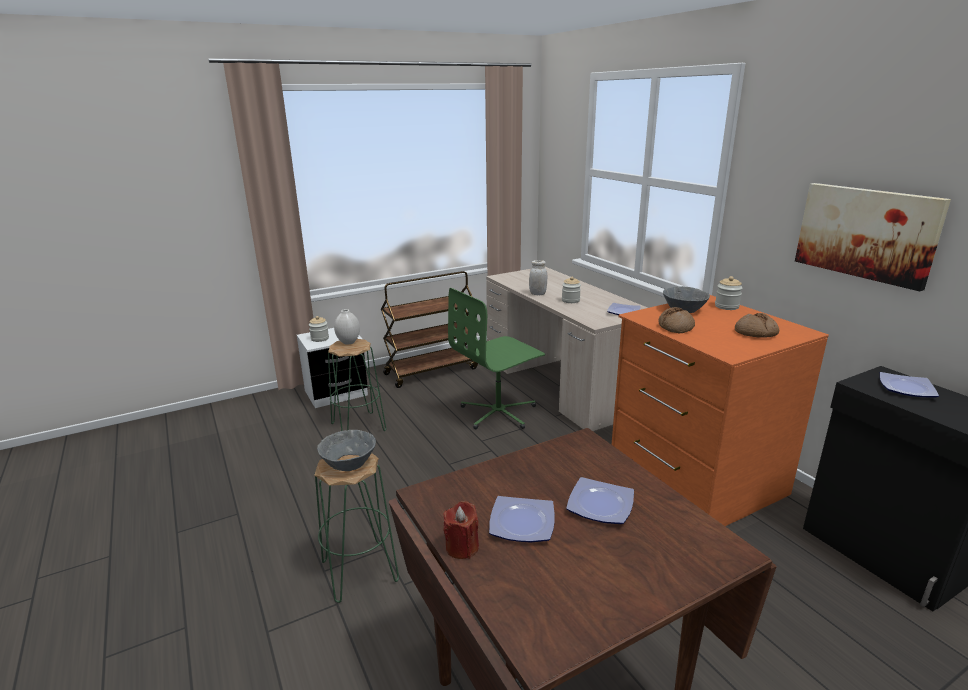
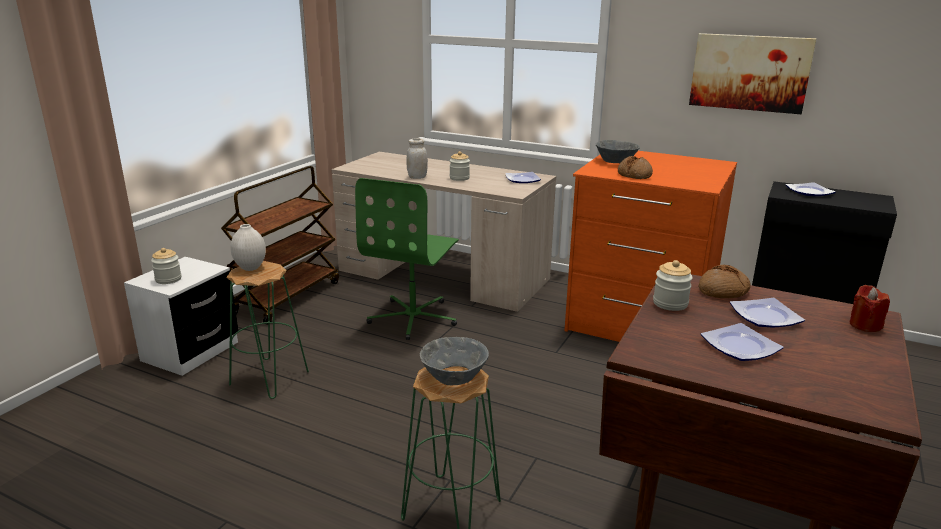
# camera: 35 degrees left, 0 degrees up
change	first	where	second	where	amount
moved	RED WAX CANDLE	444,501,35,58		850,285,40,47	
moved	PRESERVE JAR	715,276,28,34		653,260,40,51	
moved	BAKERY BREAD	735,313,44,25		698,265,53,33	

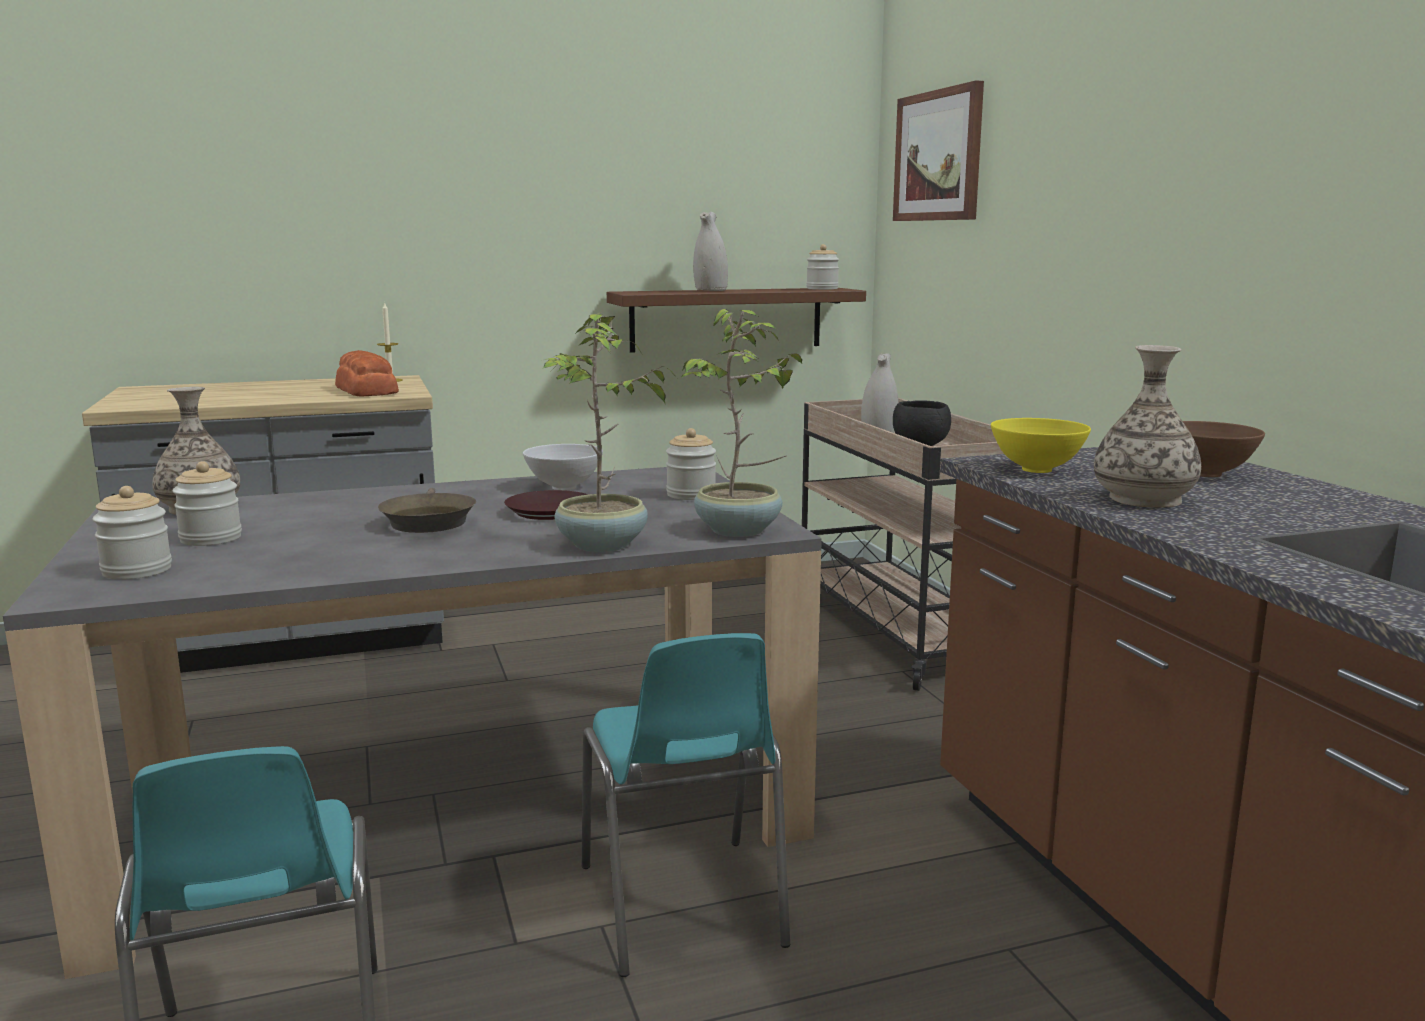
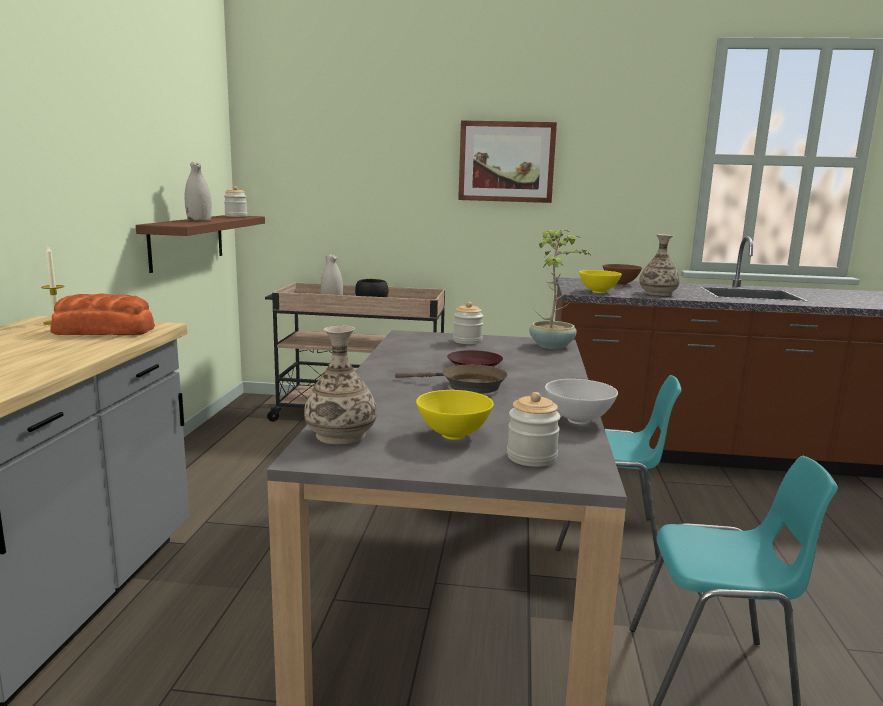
# camera: 65 degrees left, 0 degrees up
change	first	where	second	where	amount
replaced	PRESERVE JAR	172,461,70,85	YELLOW BOWL	416,390,78,50	
moved	WHITE BOWL	523,444,80,46		545,379,73,45	
removed	HOUSEPLANT	541,312,136,240			
moved	WALL PICTURE	893,80,91,141		458,120,99,83	

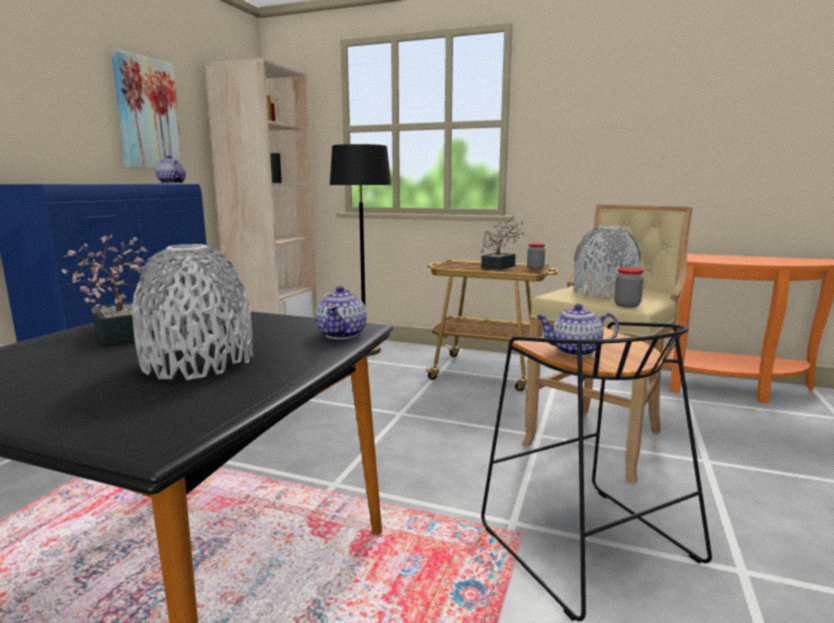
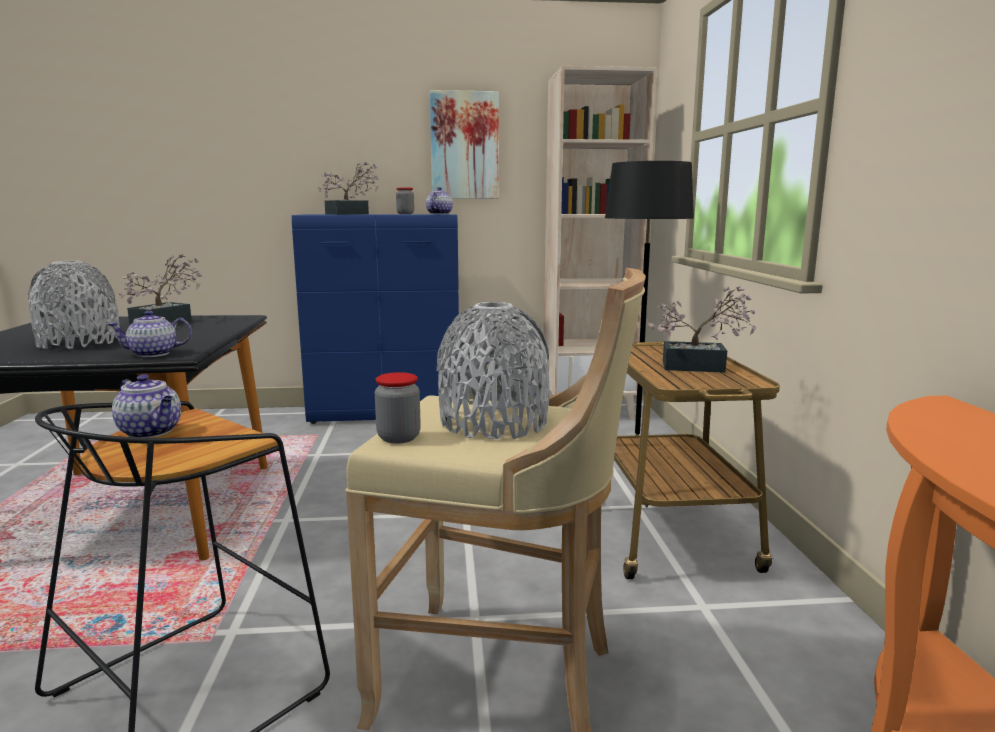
# camera: 65 degrees right, 0 degrees up
change	first	where	second	where	amount
moved	PRESERVE JAR	527,243,18,27		396,187,18,27	
turned	TEA POT	537,304,82,52		112,374,69,64	150 degrees clockwise
added			HOUSEPLANT	318,161,60,54	

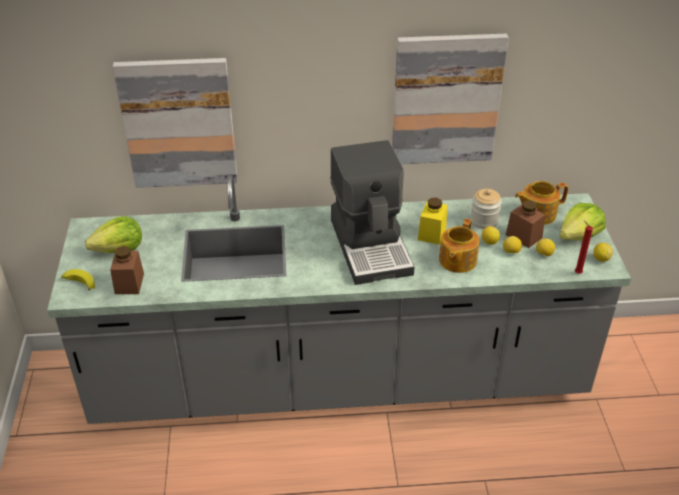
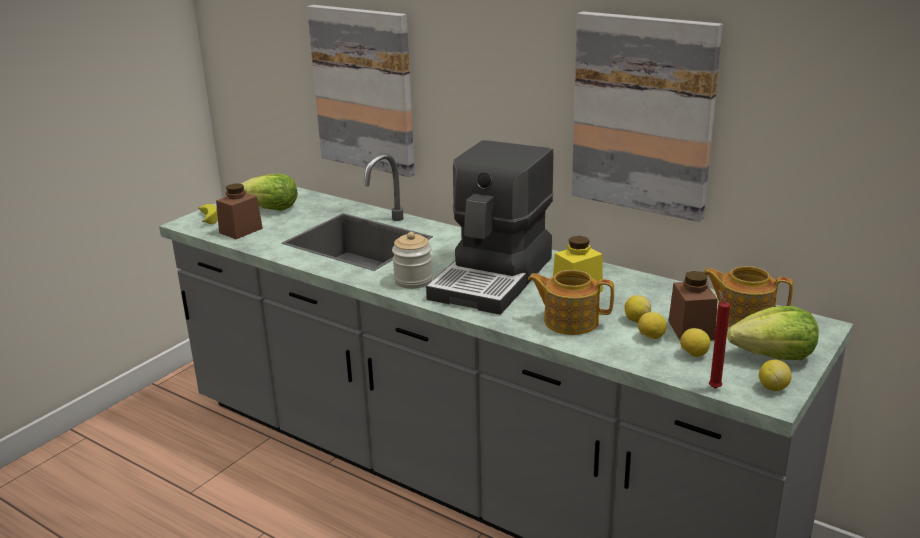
# camera: 40 degrees right, 15 degrees down
change	first	where	second	where	amount
turned	TEA POT	439,218,40,55		527,270,87,65	45 degrees clockwise
moved	PRESERVE JAR	470,189,32,40		392,232,41,57	

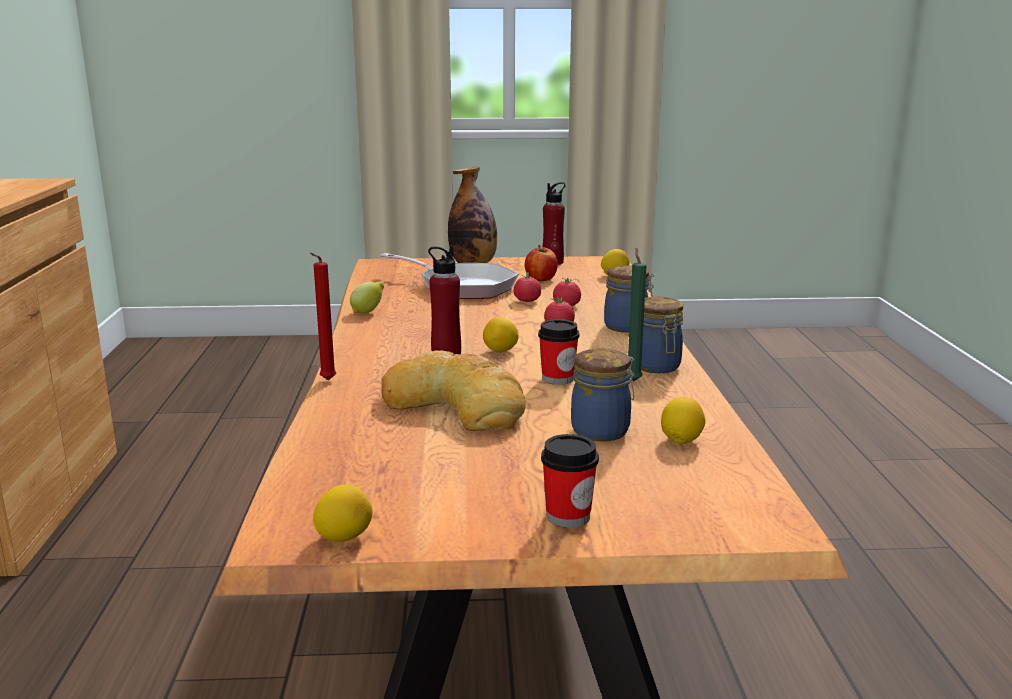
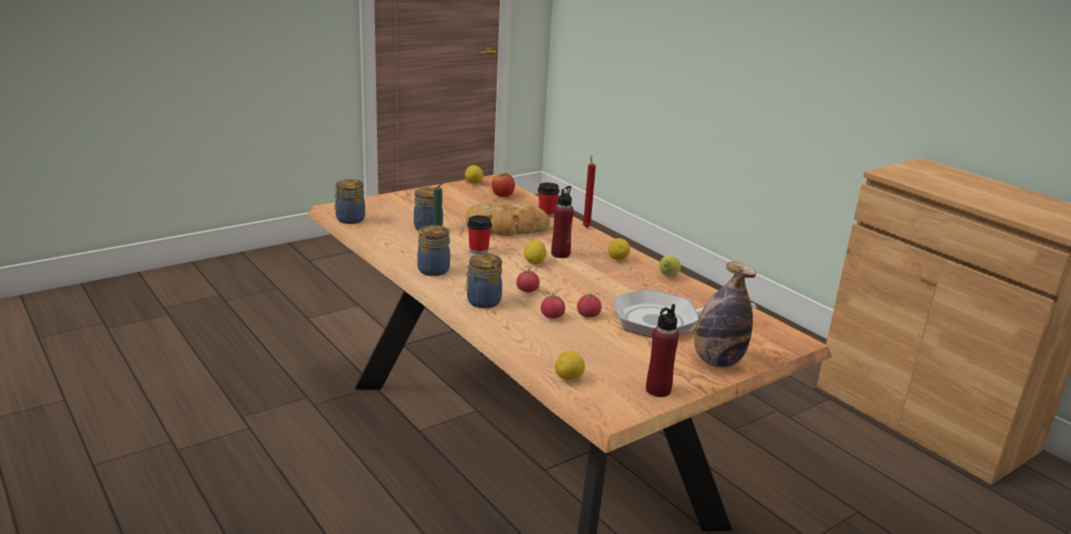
# camera: 145 degrees right, 5 degrees up
change	first	where	second	where	amount
moved	WHOLE APPLE	525,245,33,36		492,173,23,24	
moved	SMALL CUP	541,434,58,94		538,183,22,34	
moved	CITRUS FRUIT	661,397,44,47		608,238,22,22	
added			PRESERVE JAR	335,179,30,45	

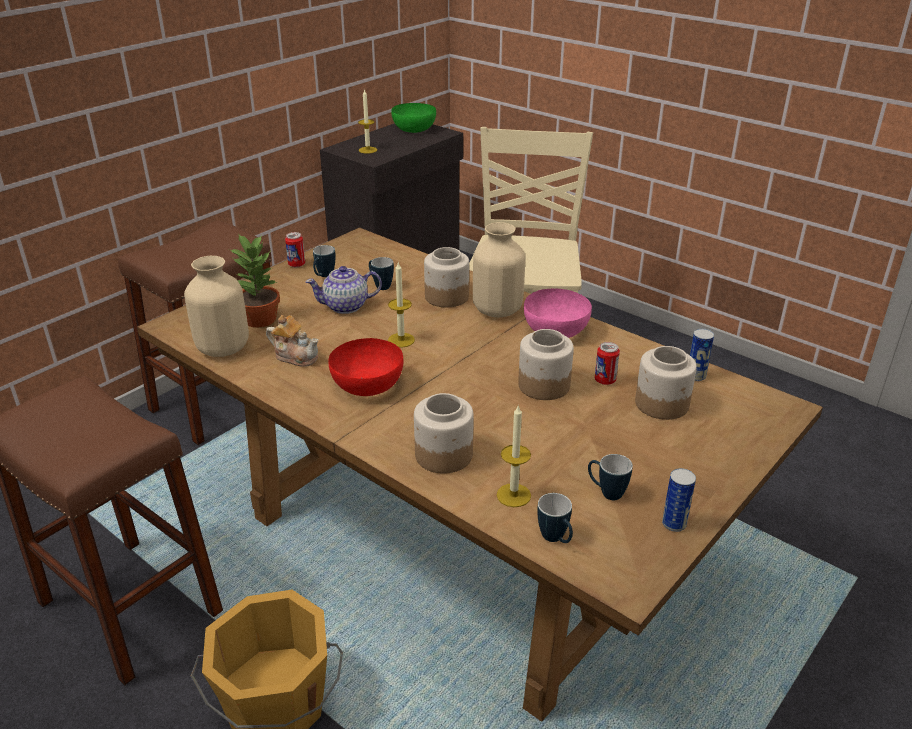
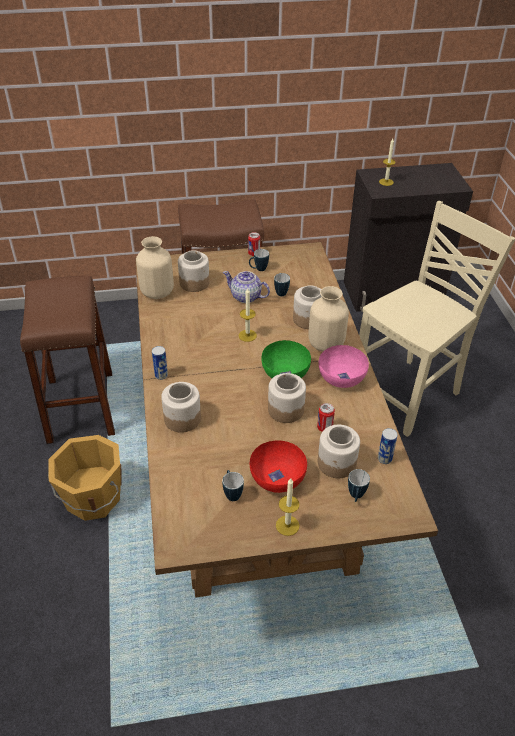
# camera: 40 degrees right, 10 degrees up
change	first	where	second	where	amount
replaced	HOUSEPLANT	229,235,51,93	PRESERVE JAR	178,250,31,42	
removed	TEA POT	266,315,53,52			
moved	RED BOWL	329,338,75,58		250,440,57,53	
moved	GREENISH BOWL	391,103,45,30		262,340,49,38	
moved	WAX CANDLE	497,404,34,103		276,478,24,58	
moved	MUG	537,493,36,50		348,469,22,33	
moved	METAL CAN	662,468,34,64		152,346,16,34	

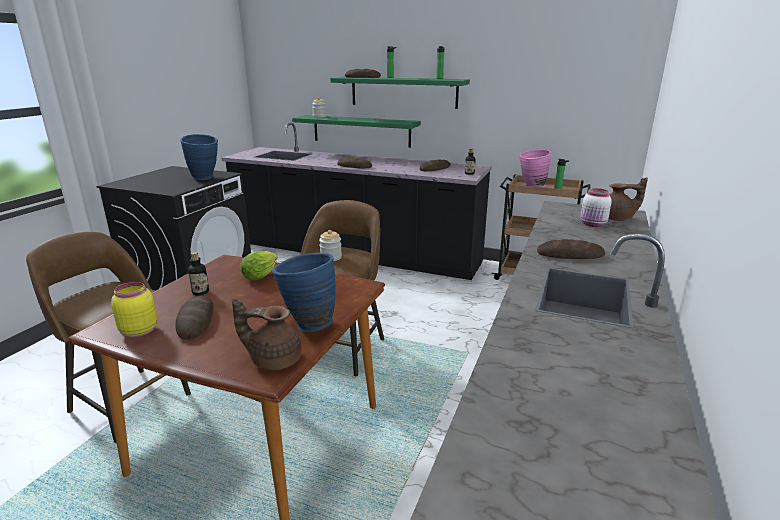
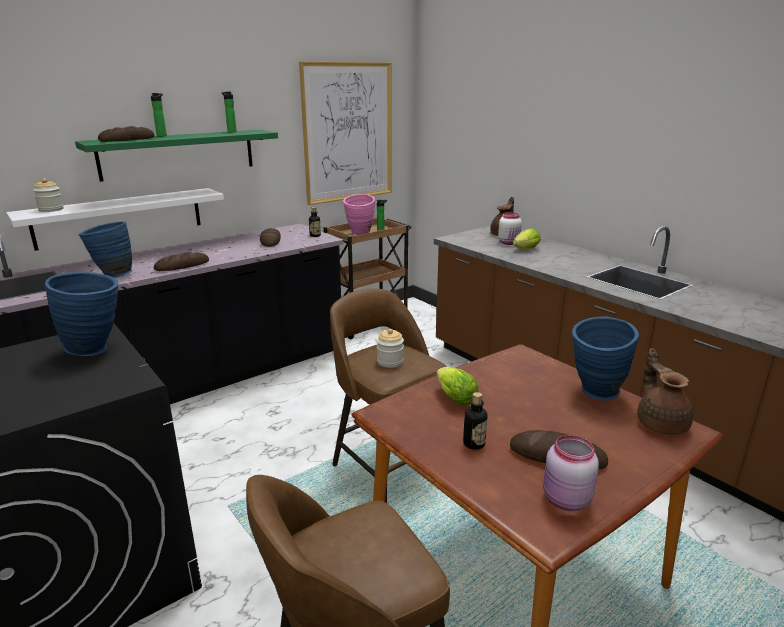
# camera: 60 degrees left, 0 degrees up
change	first	where	second	where	amount
recoloured	YELLOW PRESERVE JAR	111,282,46,56	PINK PRESERVE JAR	543,435,56,76	
turned	BROWN TEA POT	232,298,70,72		637,348,56,87	135 degrees clockwise
recoloured	GREENISH BRACKET SHELF	292,115,129,33	WHITE BRACKET SHELF	6,188,218,63	
removed	BAKERY BREAD	537,239,68,20			
added			BLUE-COLOURED DECORATIVE VASE	79,221,54,57	
added			WALL PICTURE	299,62,93,143	
added			LETTUCE	513,228,28,21	

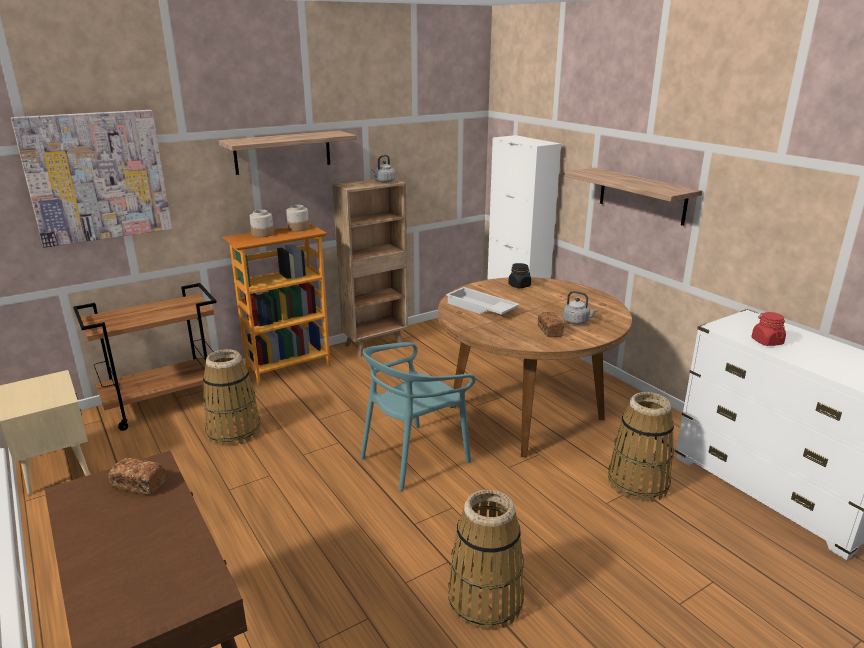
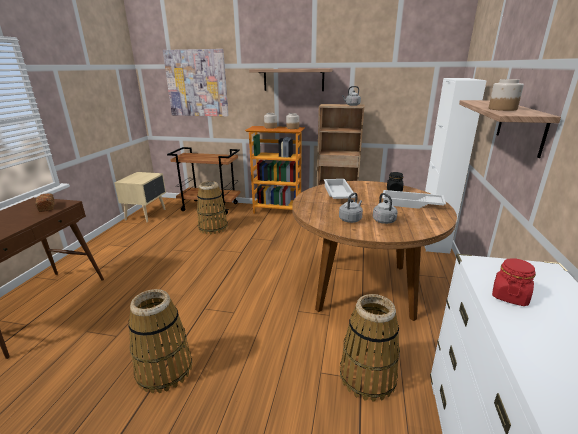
# camera: 45 degrees right, 0 degrees up
change	first	where	second	where	amount
removed	TURQUOISE-COLOURED UPRIGHT CHAIR	360,342,116,149			
replaced	BAKERY BREAD	538,312,26,25	GREY KETTLE	339,192,24,31	
added			WHITE SERVING TRAY	382,190,64,19	
added			PRESERVE JAR	489,79,35,32	

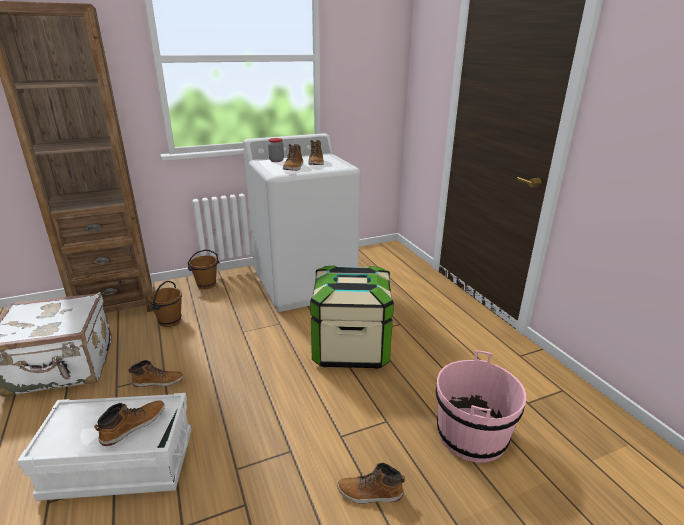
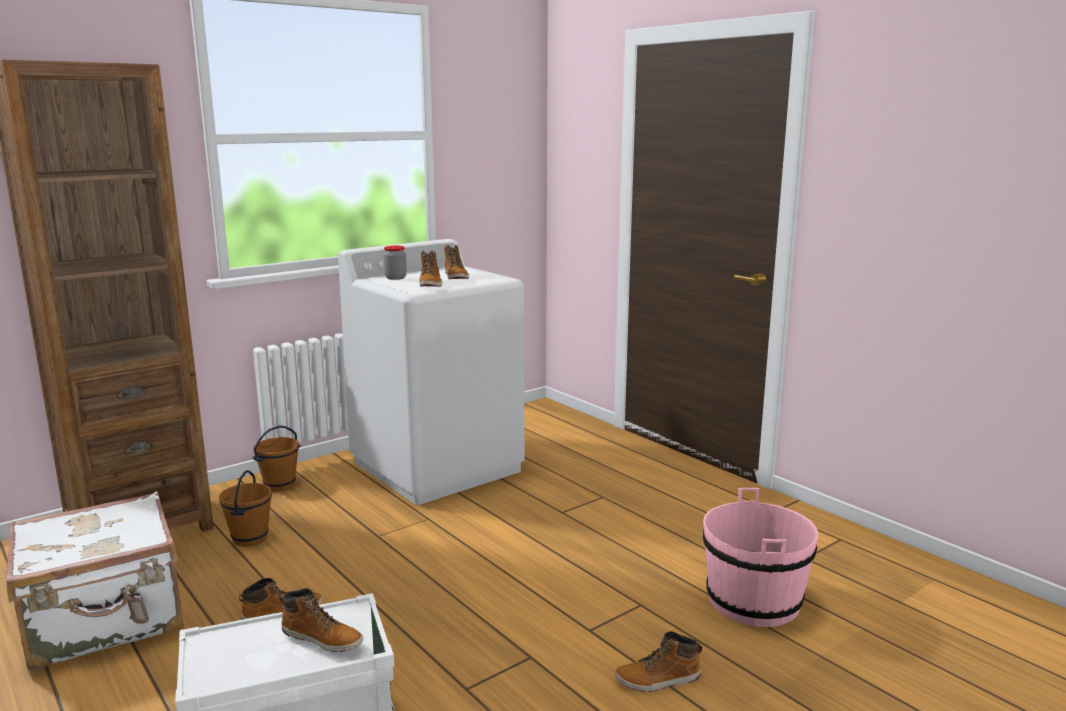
# camera: 15 degrees left, 10 degrees down
change	first	where	second	where	amount
turned	BOOT	94,401,71,45		280,588,83,64	90 degrees clockwise
removed	STORAGE BOX	310,266,84,103			

